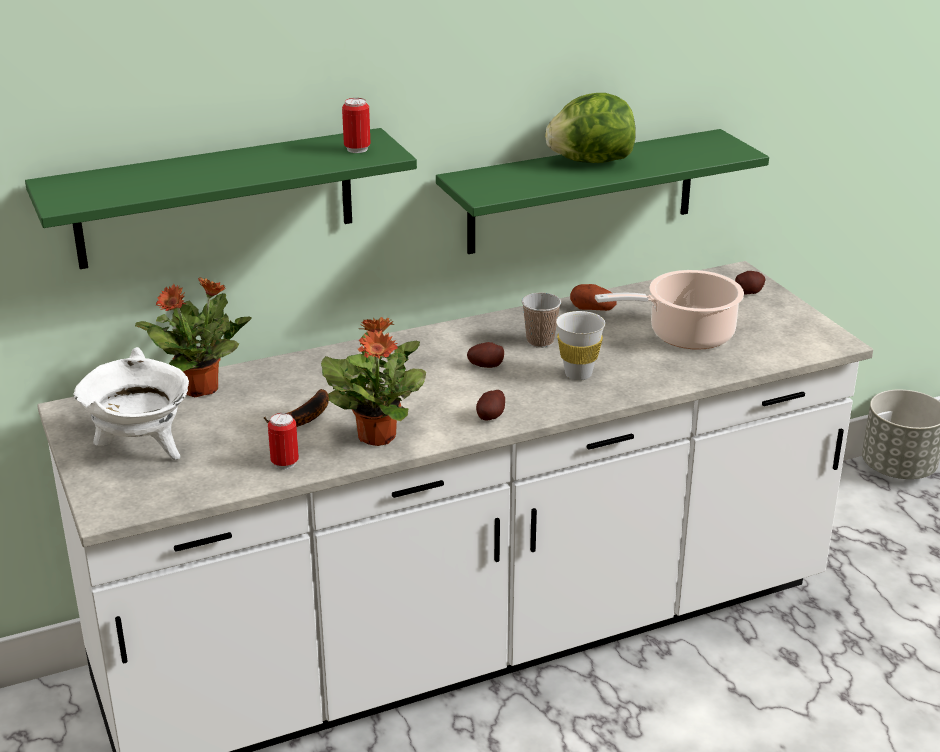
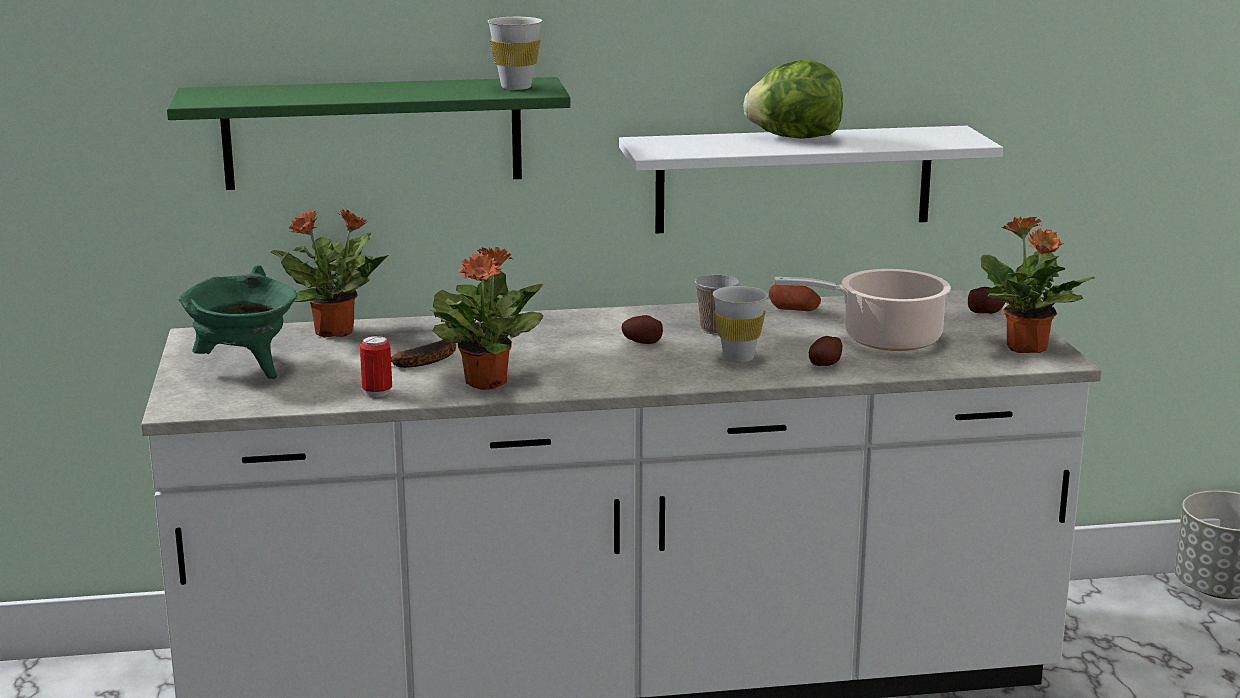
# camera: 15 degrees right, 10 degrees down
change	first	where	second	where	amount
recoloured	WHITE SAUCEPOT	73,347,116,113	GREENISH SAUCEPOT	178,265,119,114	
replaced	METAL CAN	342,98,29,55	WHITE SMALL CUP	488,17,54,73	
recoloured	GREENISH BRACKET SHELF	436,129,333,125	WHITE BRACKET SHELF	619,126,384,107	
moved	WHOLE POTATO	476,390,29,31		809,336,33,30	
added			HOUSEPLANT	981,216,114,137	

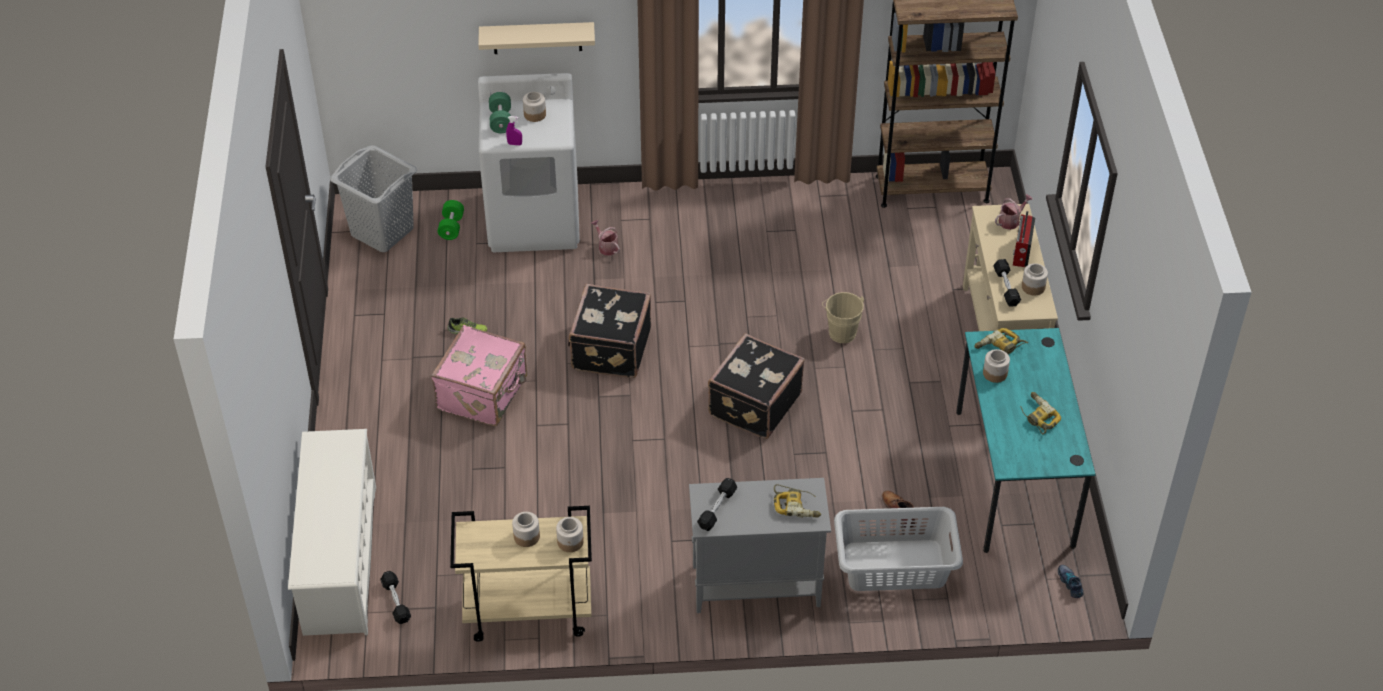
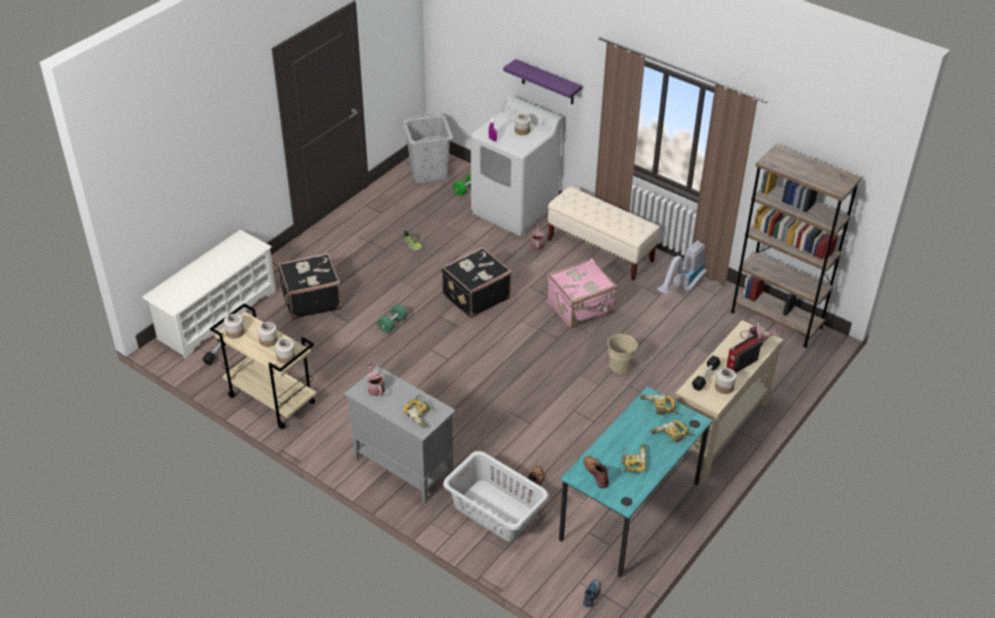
# camera: 40 degrees right, 5 degrees down
change	first	where	second	where	amount
moved	PINK SUITCASE	431,325,96,101		547,258,70,70	
recoloured	SAND-COLOURED BRACKET SHELF	478,22,117,32	PURPLISH BRACKET SHELF	503,59,79,45	
moved	GREENISH DUMBBELL	489,92,22,41		377,304,31,29	
replaced	BLACK-COLOURED DUMBBELL	697,478,40,53	WATERING CAN	365,362,20,34	
moved	BLACK-COLOURED SUITCASE	708,333,97,106		278,253,64,67	
moved	PRESERVE JAR	983,349,27,34		224,314,20,25	
added			SAND-COLOURED LONG SEAT	547,186,113,95	
added			BROWN BOOT	584,456,25,32	
added			POWER DRILL	650,421,45,22	
added			HOOVER	657,240,50,54	

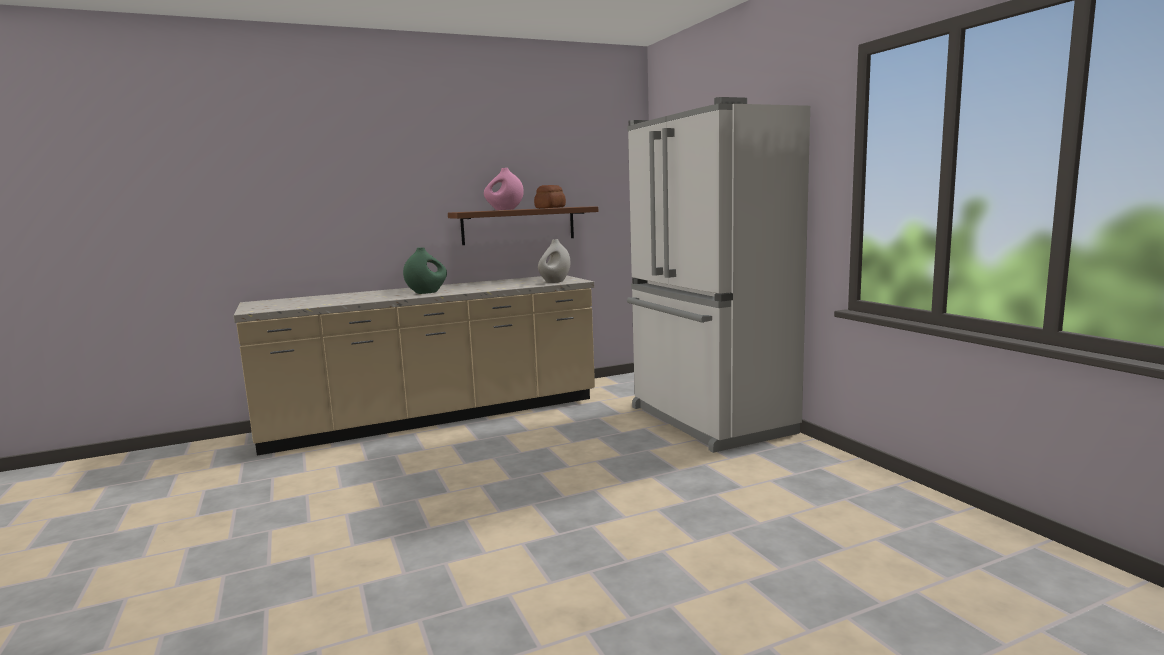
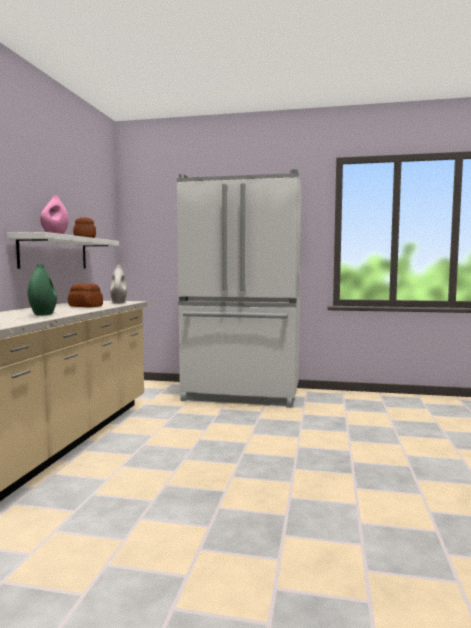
# camera: 55 degrees left, 5 degrees down
change	first	where	second	where	amount
recoloured	BROWN BRACKET SHELF	448,206,150,39	WHITE BRACKET SHELF	7,232,112,37	
added			BAKERY BREAD	68,283,35,24	

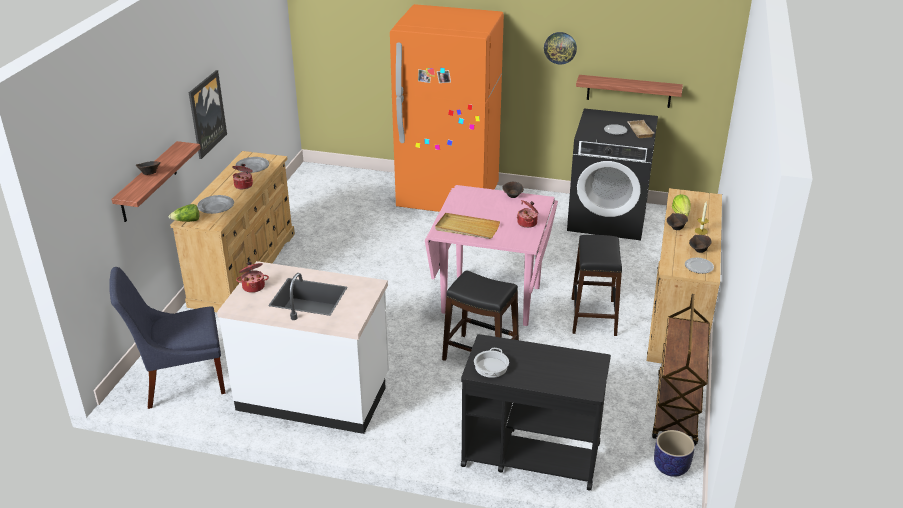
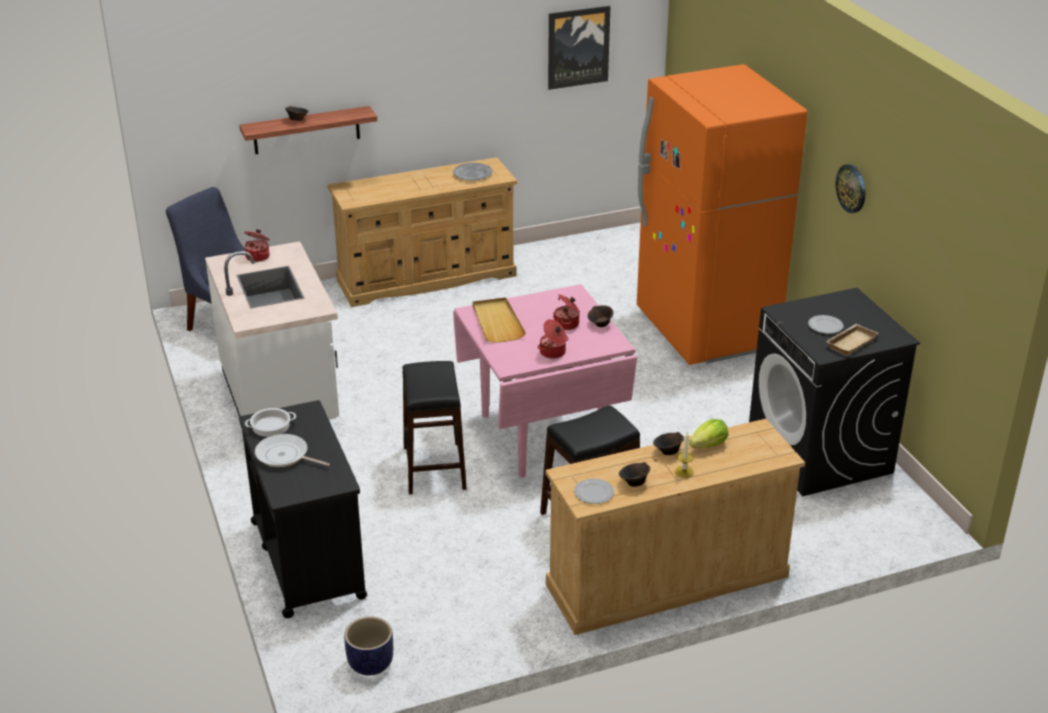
# camera: 55 degrees right, 0 degrees up
change	first	where	second	where	amount
removed	LETTUCE	169,204,30,18			
moved	WALL PICTURE	189,70,38,89		548,6,63,84	
removed	GREY PLATE	197,195,37,19			
moved	SAUCEPOT	232,164,21,25		553,294,27,36	
removed	BRACKET SHELF	576,75,107,33			
removed	BROWN TROLLEY	652,294,58,152			
added			FRYING PAN	255,434,75,33	

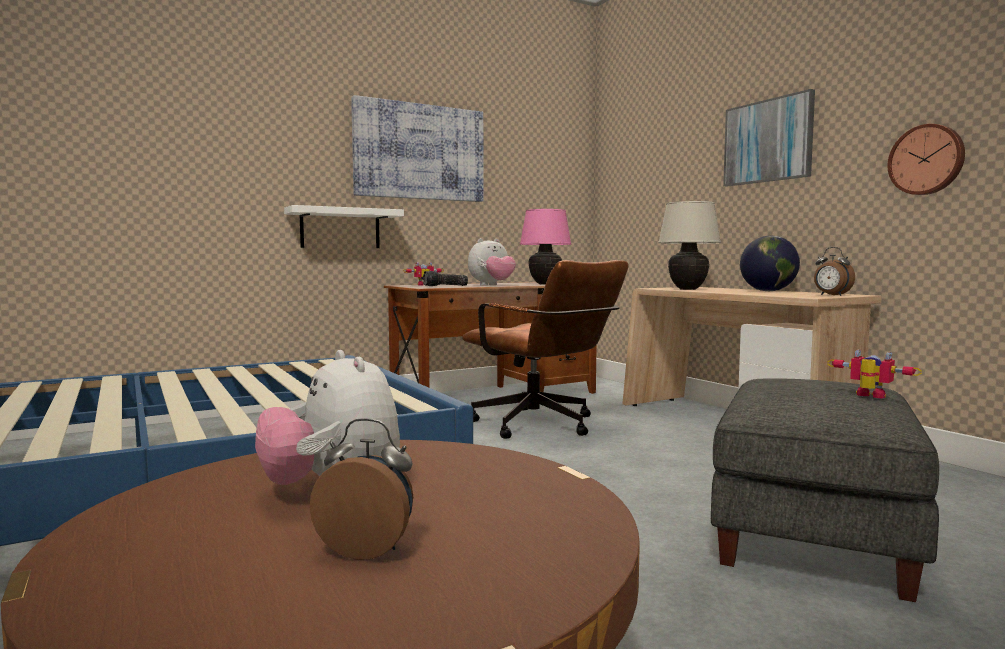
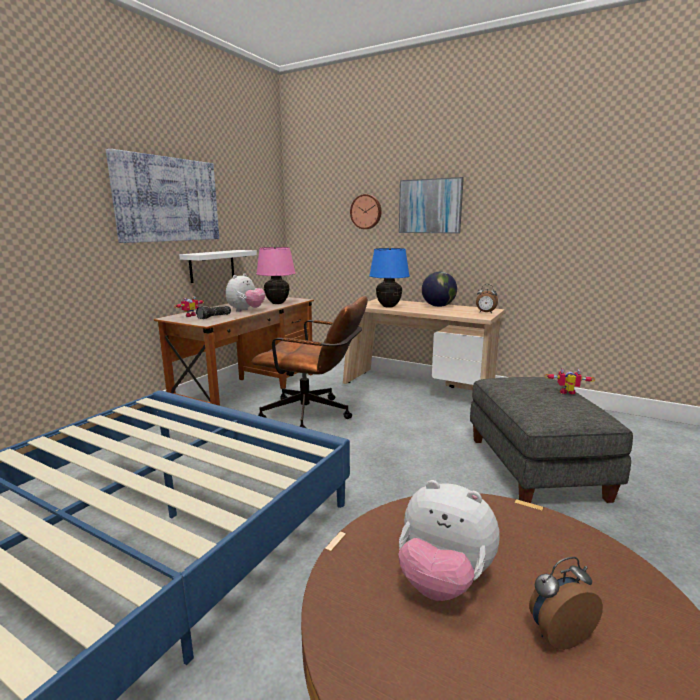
# camera: 30 degrees left, 10 degrees up
change	first	where	second	where	amount
moved	WHITE BRACKET SHELF	284,205,120,43		179,250,78,33	
recoloured	SAND-COLOURED TABLETOP LAMP	658,201,63,89	BLUE-COLOURED TABLETOP LAMP	369,248,41,60	
moved	CLOCK ON THE WALL	887,124,78,71		350,194,31,35	

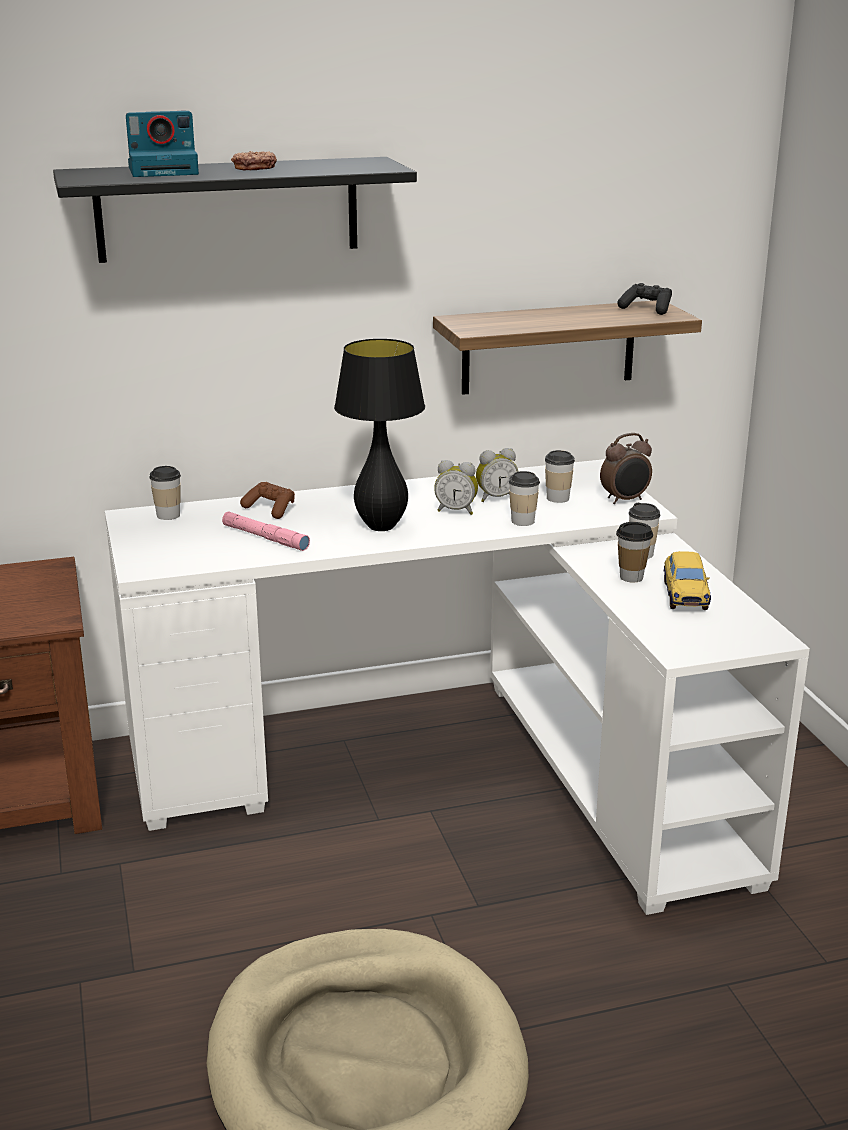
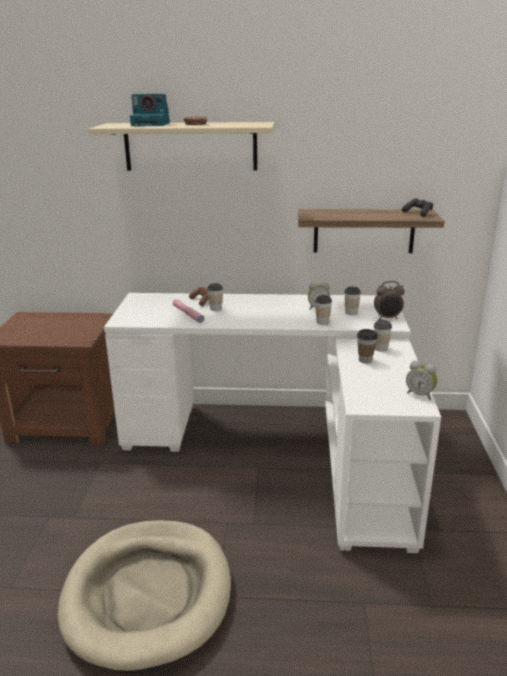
# camera: 20 degrees right, 0 degrees up
change	first	where	second	where	amount
recoloured	BLACK-COLOURED BRACKET SHELF	53,157,364,106	SAND-COLOURED BRACKET SHELF	89,122,185,49	
moved	SMALL CUP	150,466,31,54		207,283,16,28	
removed	BLACK-COLOURED TABLETOP LAMP	334,339,91,192			
moved	ALARM CLOCK	434,460,44,55		406,361,31,39	
removed	TOY CAR	664,551,47,59			

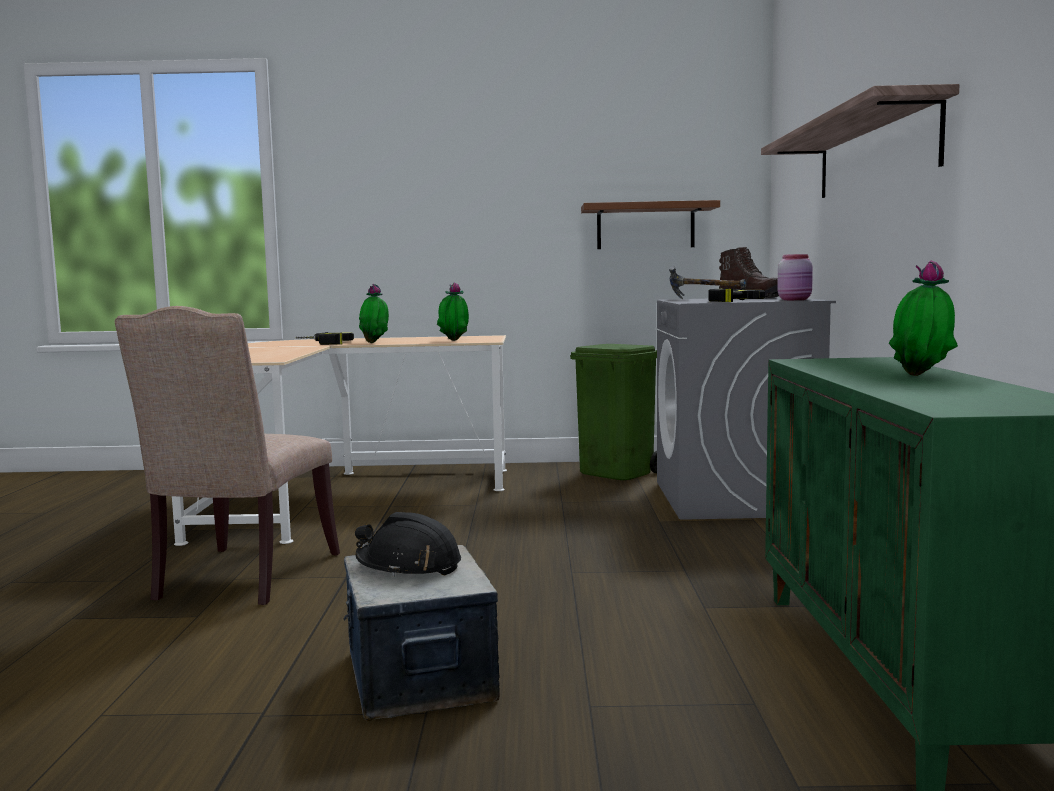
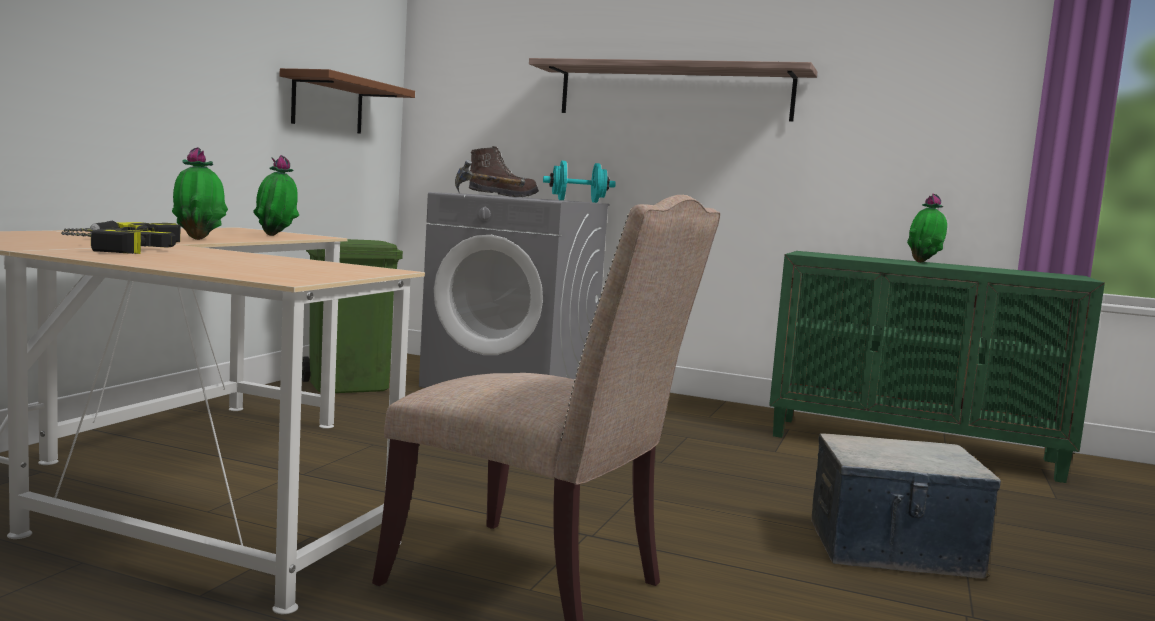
# camera: 70 degrees left, 0 degrees up
change	first	where	second	where	amount
removed	BLACK-COLOURED HARD HAT	355,512,106,65			
moved	POWER DRILL	709,288,56,14		61,227,115,27	
replaced	PINK PRESERVE JAR	777,254,36,46	TURQUOISE-COLOURED DUMBBELL	543,161,73,42	

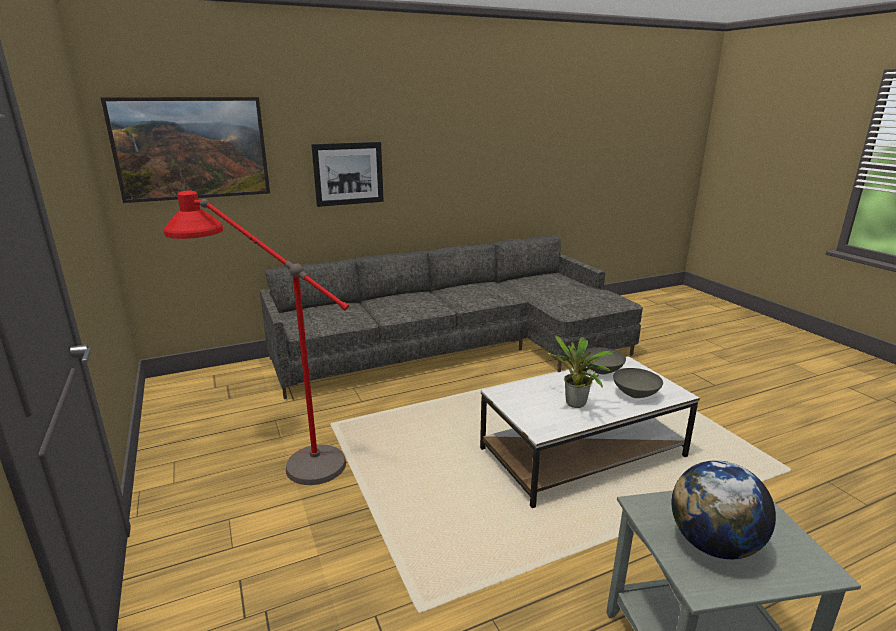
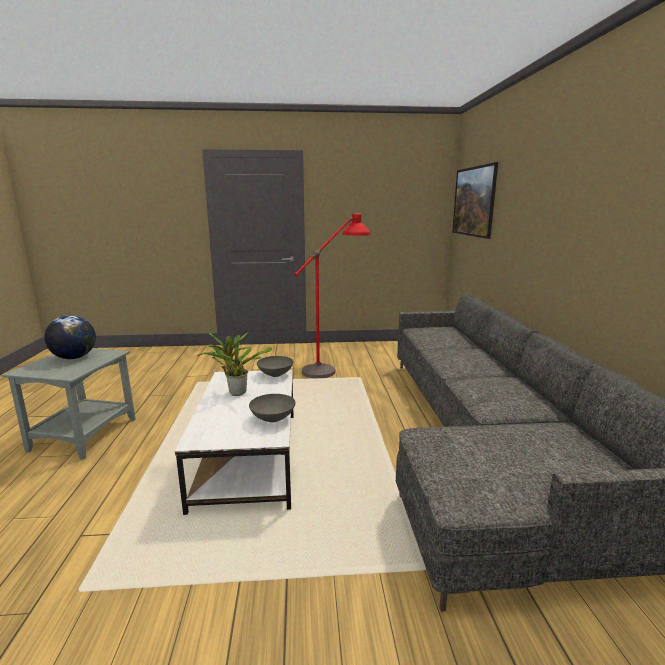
# camera: 110 degrees right, 5 degrees down
change	first	where	second	where	amount
removed	WALL PICTURE	311,142,73,65			
moved	GREY BOWL	613,368,50,30		257,356,36,21	

